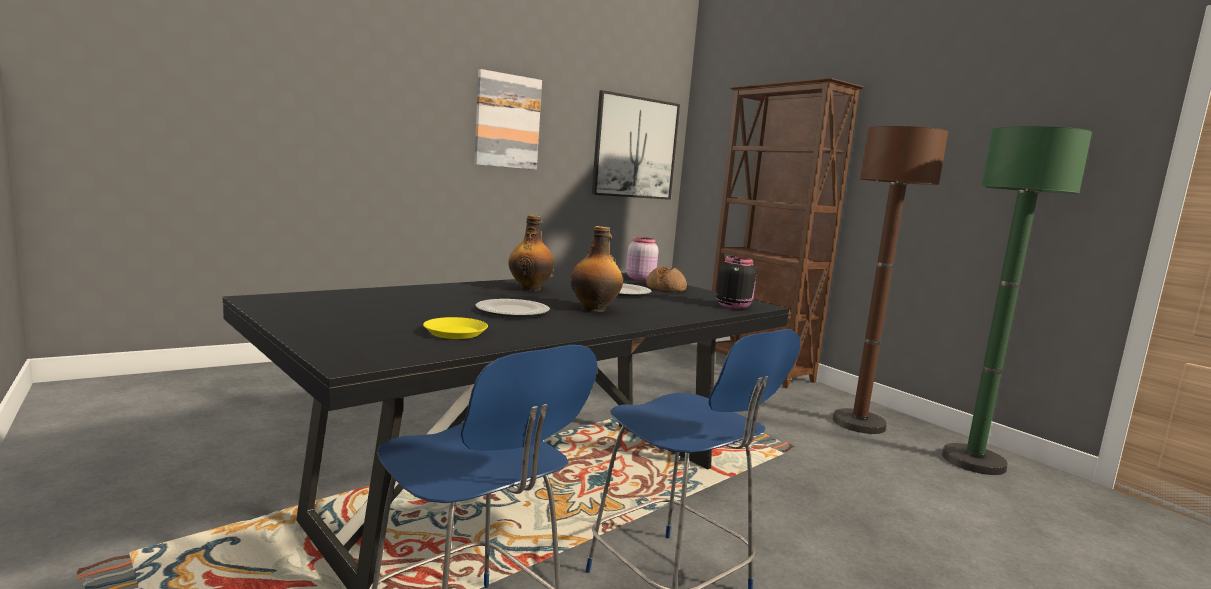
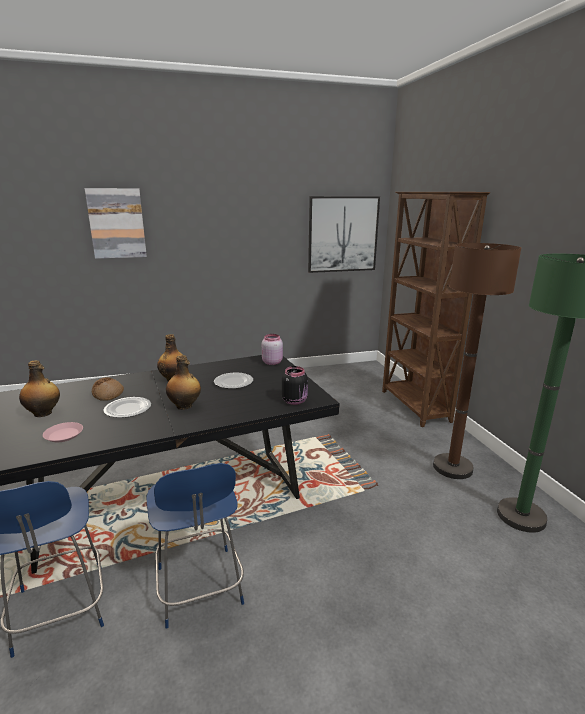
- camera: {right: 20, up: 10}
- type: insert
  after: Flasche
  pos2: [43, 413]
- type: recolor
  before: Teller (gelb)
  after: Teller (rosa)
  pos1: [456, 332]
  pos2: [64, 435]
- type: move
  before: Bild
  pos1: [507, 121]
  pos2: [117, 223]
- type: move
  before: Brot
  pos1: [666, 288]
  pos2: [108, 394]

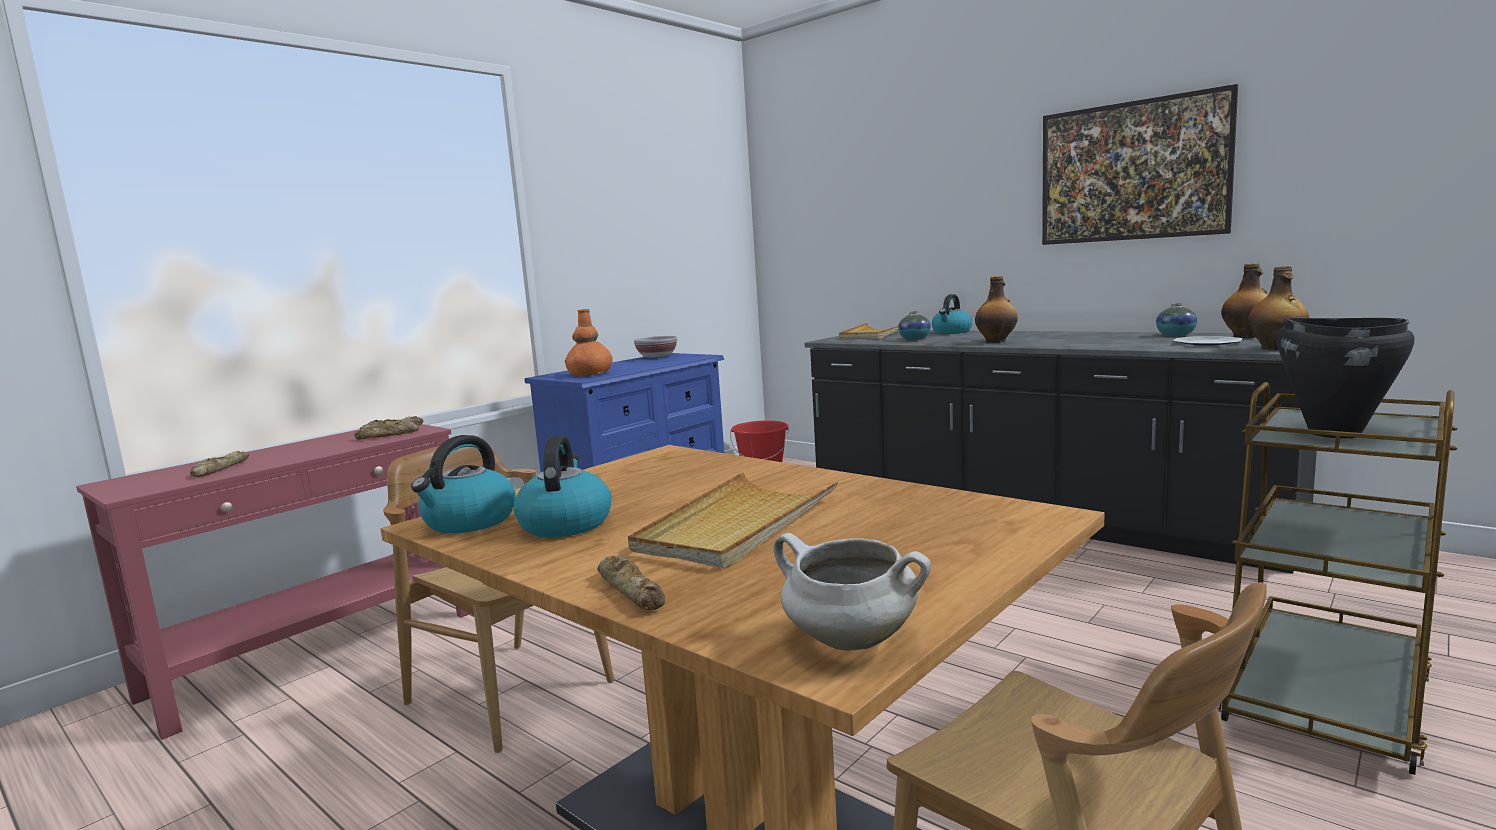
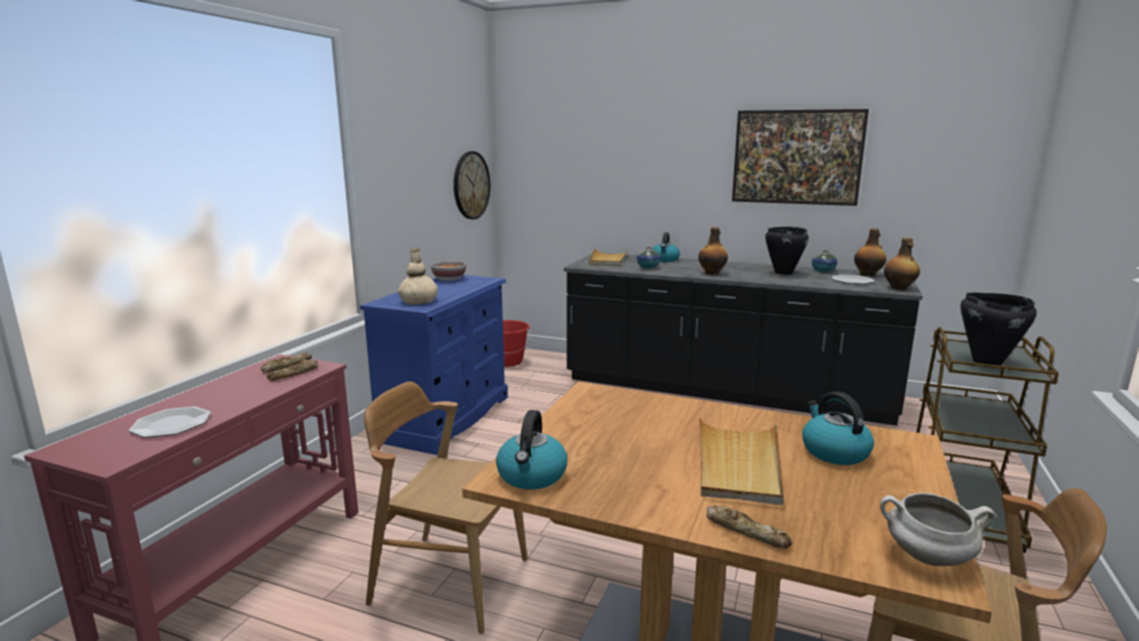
- camera: {right: -20, up: 5}
- type: replace
  before: Brot
  after: Teller
  pos1: [220, 469]
  pos2: [171, 424]
- type: recolor
  before: Vase (orange)
  after: Vase (beige)
  pos1: [590, 374]
  pos2: [419, 301]
- type: insert
  after: Wanduhr
  pos2: [471, 185]
- type: insert
  after: Kochtopf (schwarz)
  pos2: [783, 273]
- type: move
  before: Wasserkessel
  pos1: [565, 524]
  pos2: [834, 452]

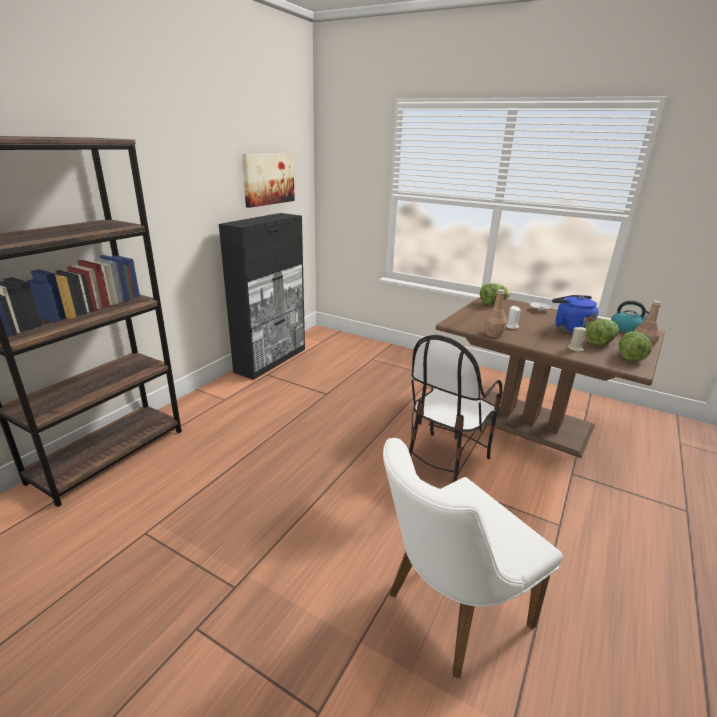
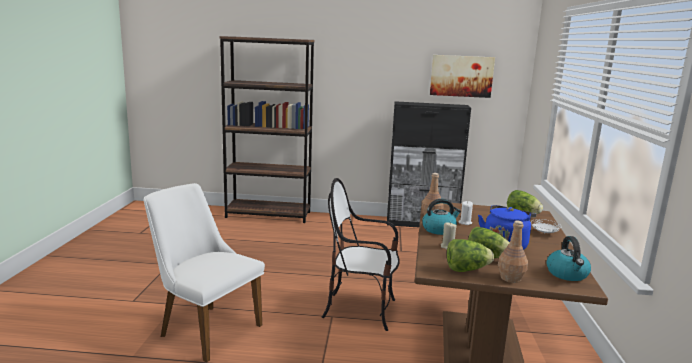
- camera: {right: 65, up: -10}
- type: insert
  after: Wasserkessel
  pos2: [439, 229]

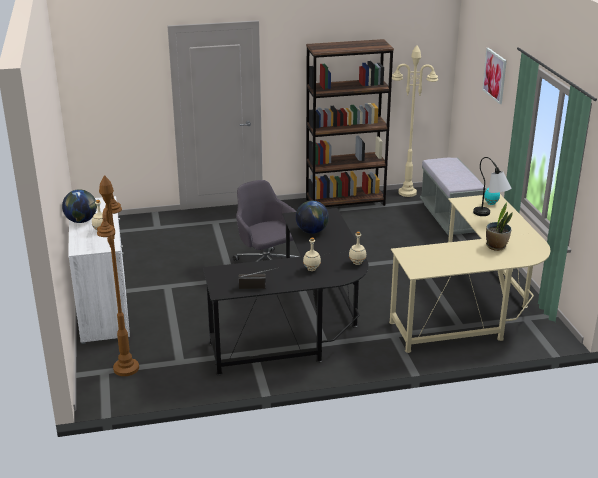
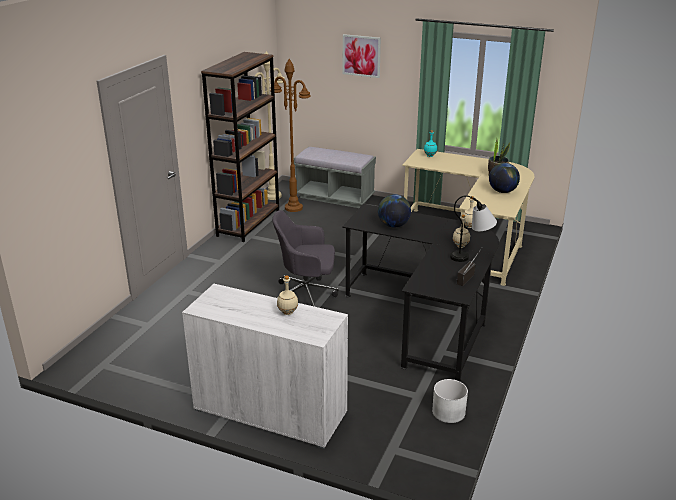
- camera: {right: -55, up: 0}
- type: move
  before: Stehlampe (braun)
  pos1: [126, 368]
  pos2: [293, 208]
- type: insert
  after: Pflanzkübel (weiß)
  pos2: [448, 412]
- type: move
  before: Tischlampe
  pos1: [490, 216]
  pos2: [472, 257]
- type: move
  before: Globus
  pos1: [81, 221]
  pos2: [502, 191]

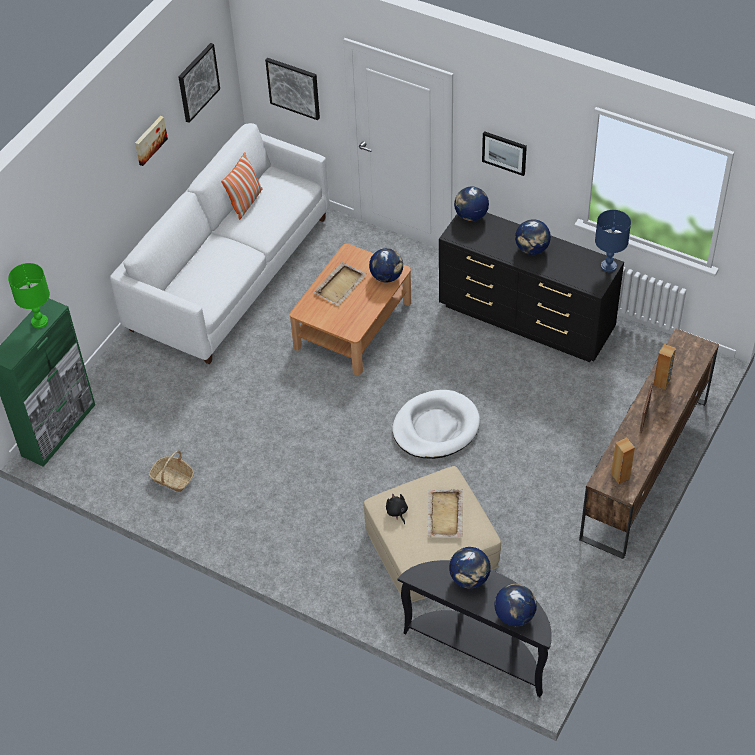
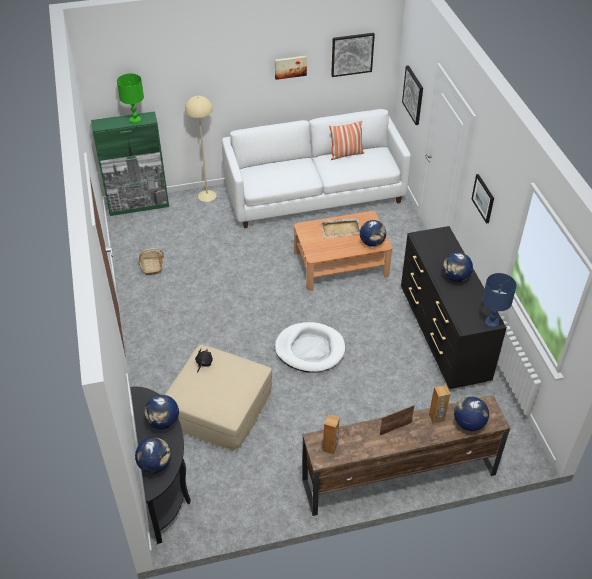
- camera: {right: 45, up: -5}
- type: insert
  after: Stehlampe (beige)
  pos2: [207, 195]
- type: move
  before: Globus
  pos1: [471, 216]
  pos2: [468, 423]
- type: delete
  before: Tablett (beige)
  pos1: [445, 515]

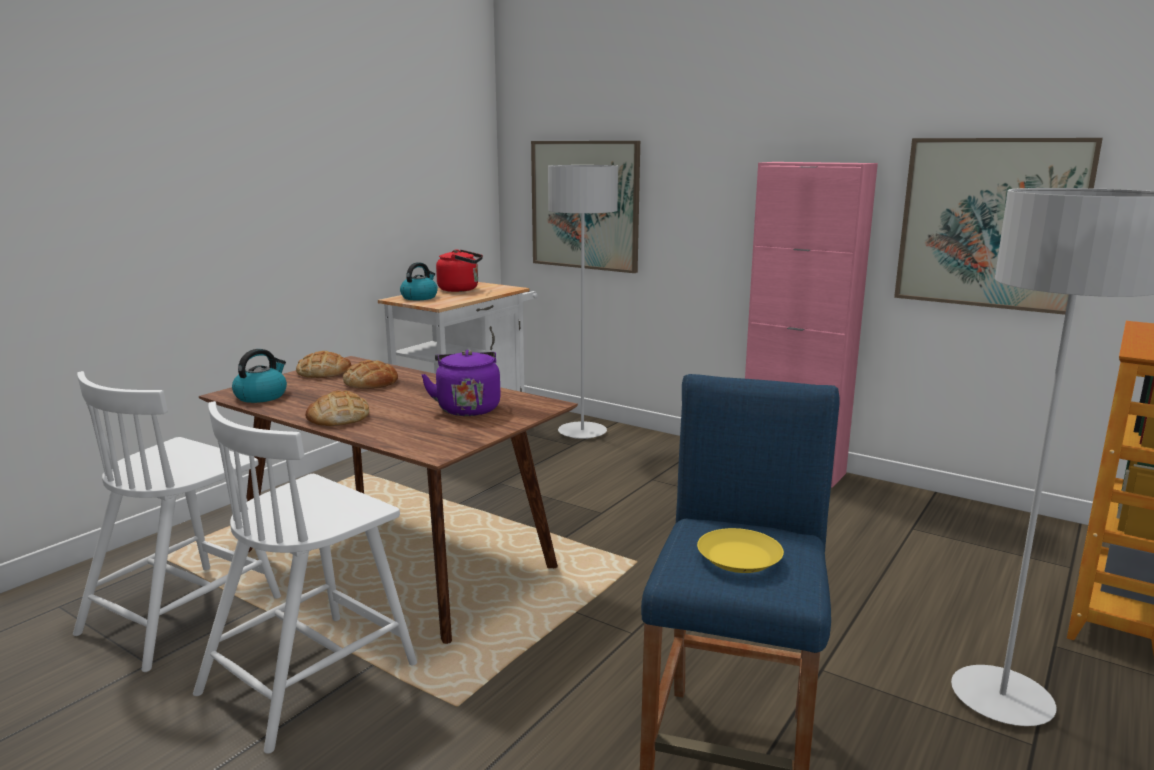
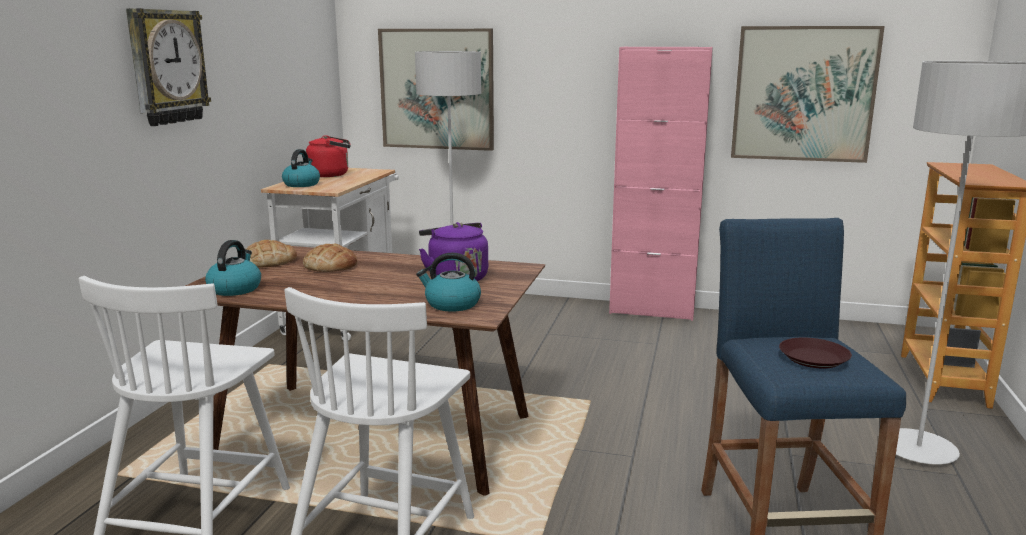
- camera: {right: -20, up: 0}
- type: insert
  after: Wanduhr
  pos2: [166, 67]
- type: insert
  after: Wasserkessel
  pos2: [451, 304]
- type: recolor
  before: Teller (gelb)
  after: Teller (braun)
  pos1: [739, 557]
  pos2: [813, 358]
- type: delete
  before: Brot
  pos1: [338, 417]

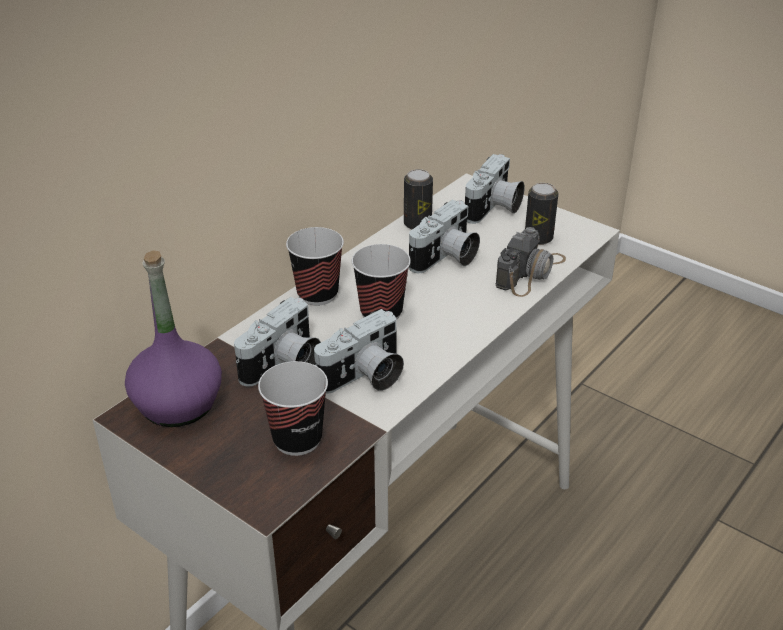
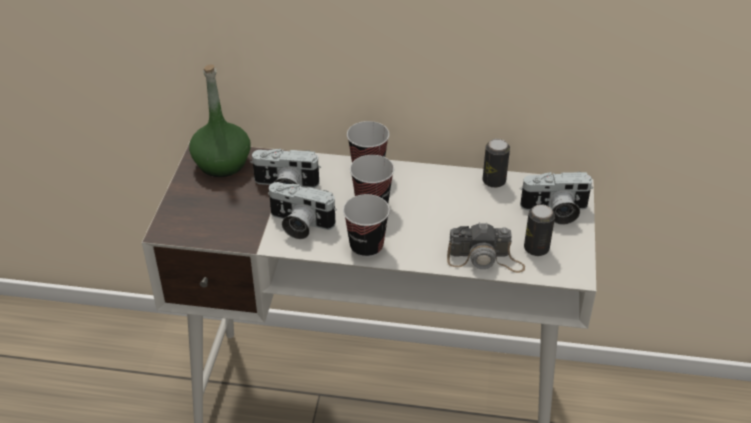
- camera: {right: 60, up: 5}
- type: recolor
  before: Flasche (lila)
  after: Flasche (grün)
  pos1: [178, 404]
  pos2: [222, 163]
- type: move
  before: Tasse
  pos1: [297, 439]
  pos2: [366, 247]
- type: delete
  before: Kamera
  pos1: [446, 258]

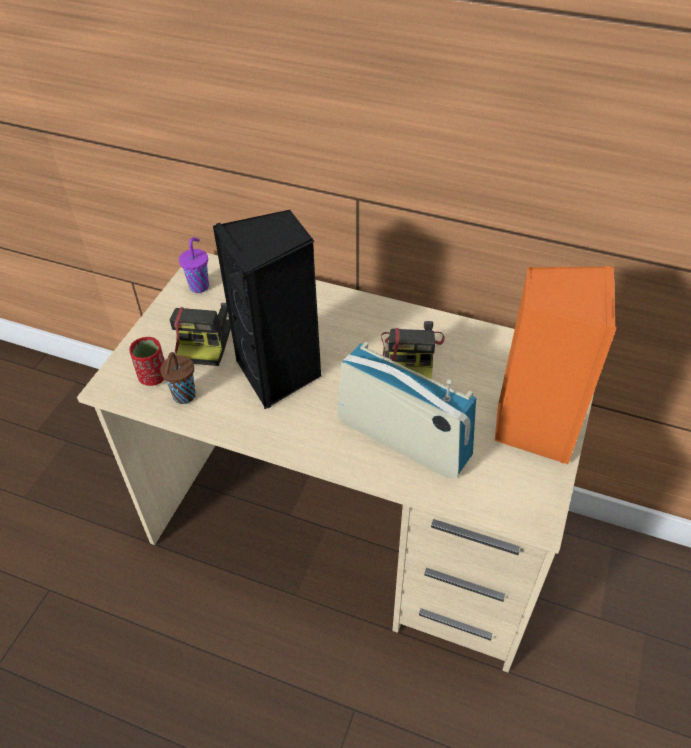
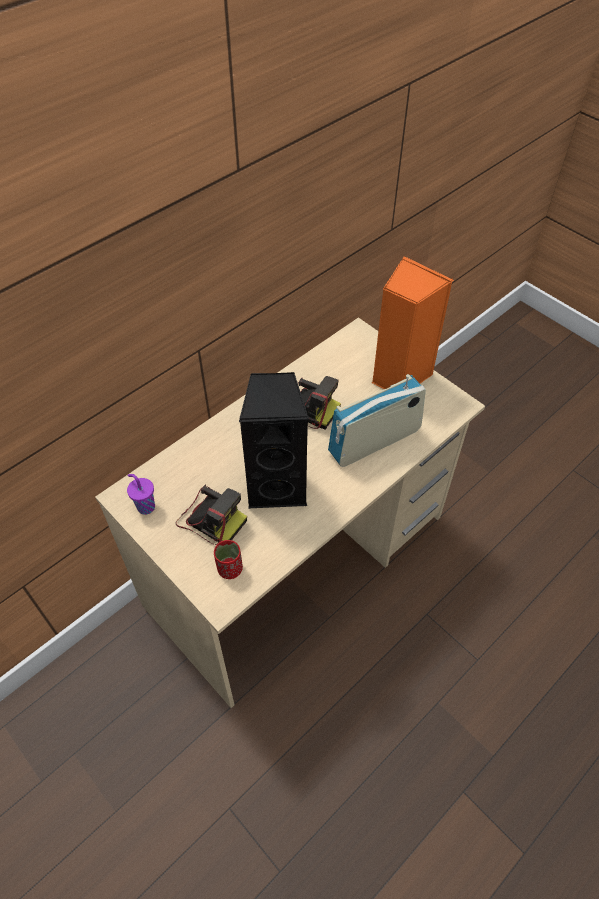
- camera: {right: -65, up: 5}
- type: delete
  before: Tasse (braun)
  pos1: [183, 397]

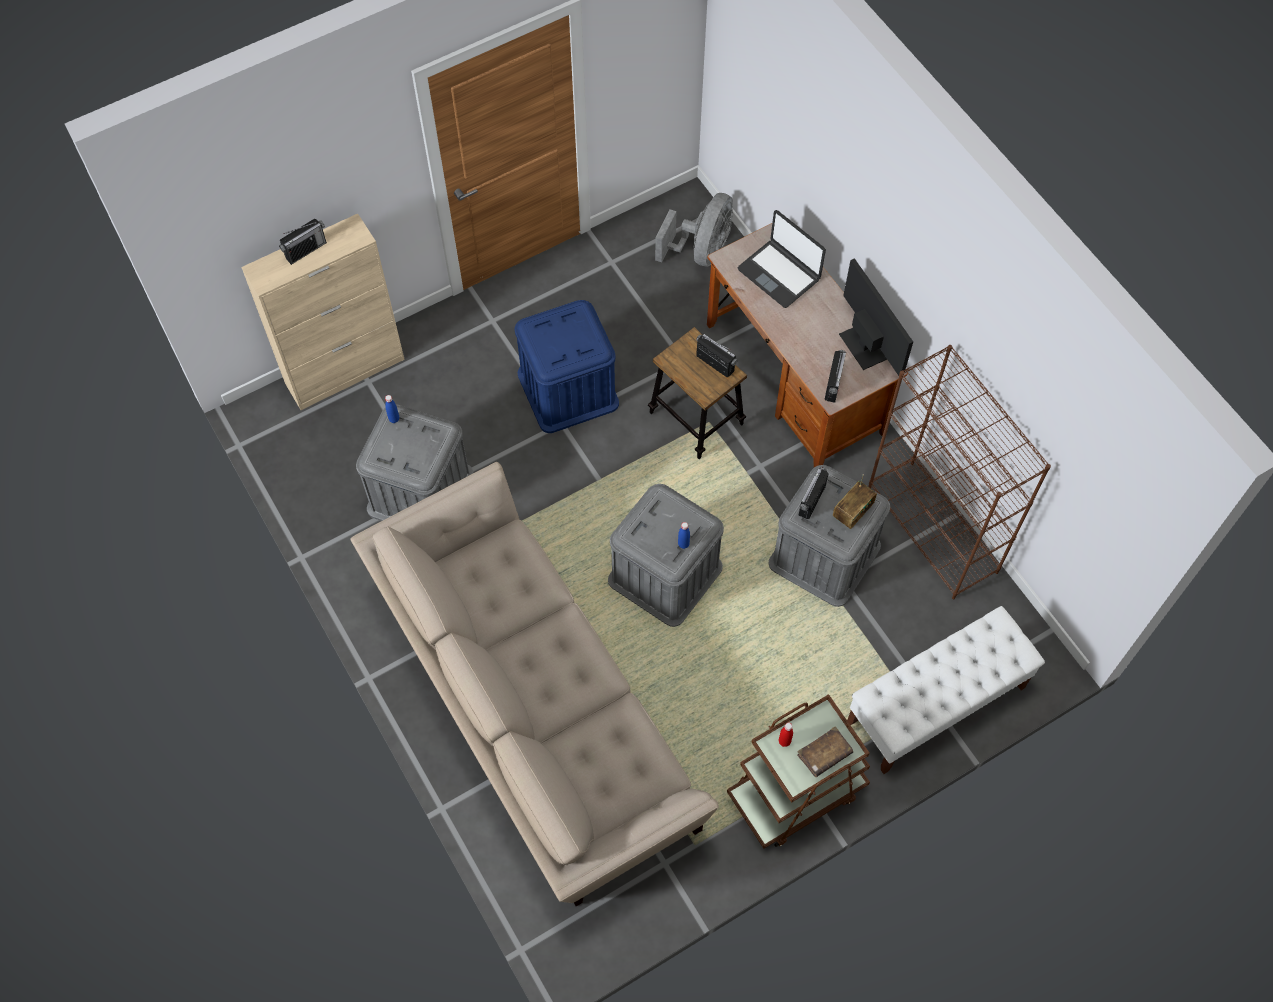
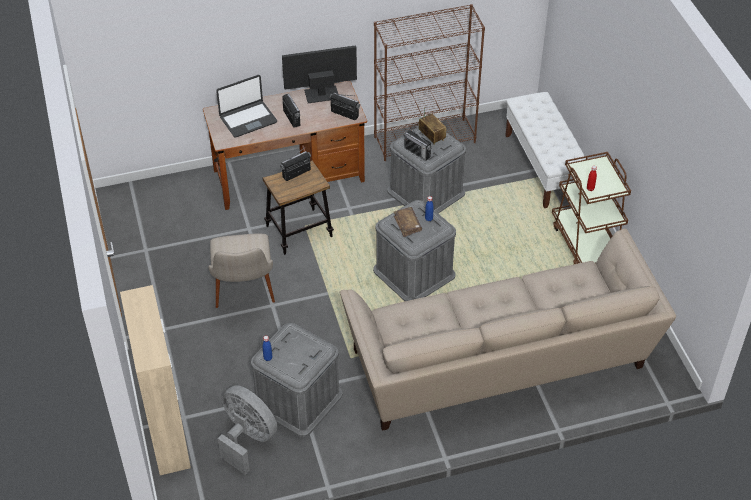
- camera: {right: -75, up: -15}
- type: replace
  before: Aufbewahrungsbox (blau)
  after: Stuhl (beige)
  pos1: [568, 389]
  pos2: [244, 296]
- type: move
  before: Ventilator (grau)
  pos1: [701, 251]
  pos2: [247, 439]
- type: move
  before: Radio
  pos1: [305, 250]
  pos2: [291, 118]
- type: move
  before: Buch (braun)
  pos1: [824, 754]
  pos2: [407, 224]

